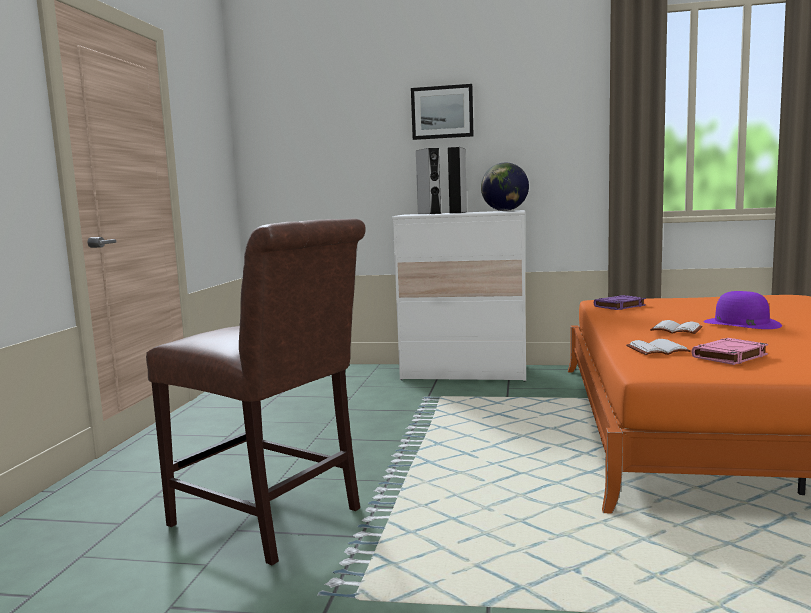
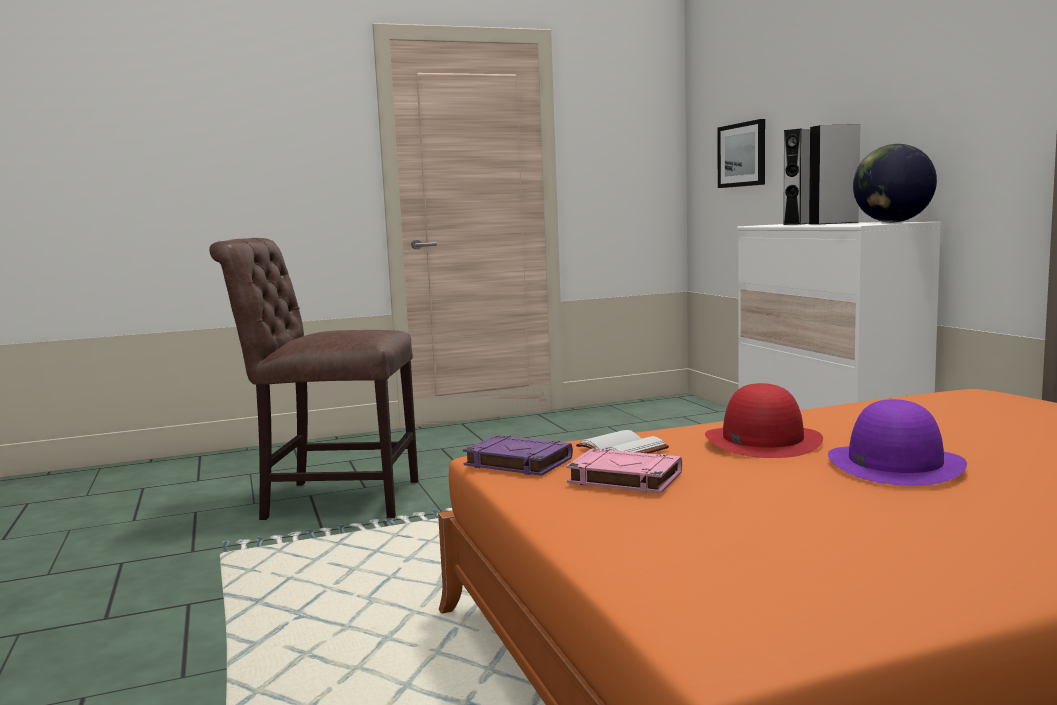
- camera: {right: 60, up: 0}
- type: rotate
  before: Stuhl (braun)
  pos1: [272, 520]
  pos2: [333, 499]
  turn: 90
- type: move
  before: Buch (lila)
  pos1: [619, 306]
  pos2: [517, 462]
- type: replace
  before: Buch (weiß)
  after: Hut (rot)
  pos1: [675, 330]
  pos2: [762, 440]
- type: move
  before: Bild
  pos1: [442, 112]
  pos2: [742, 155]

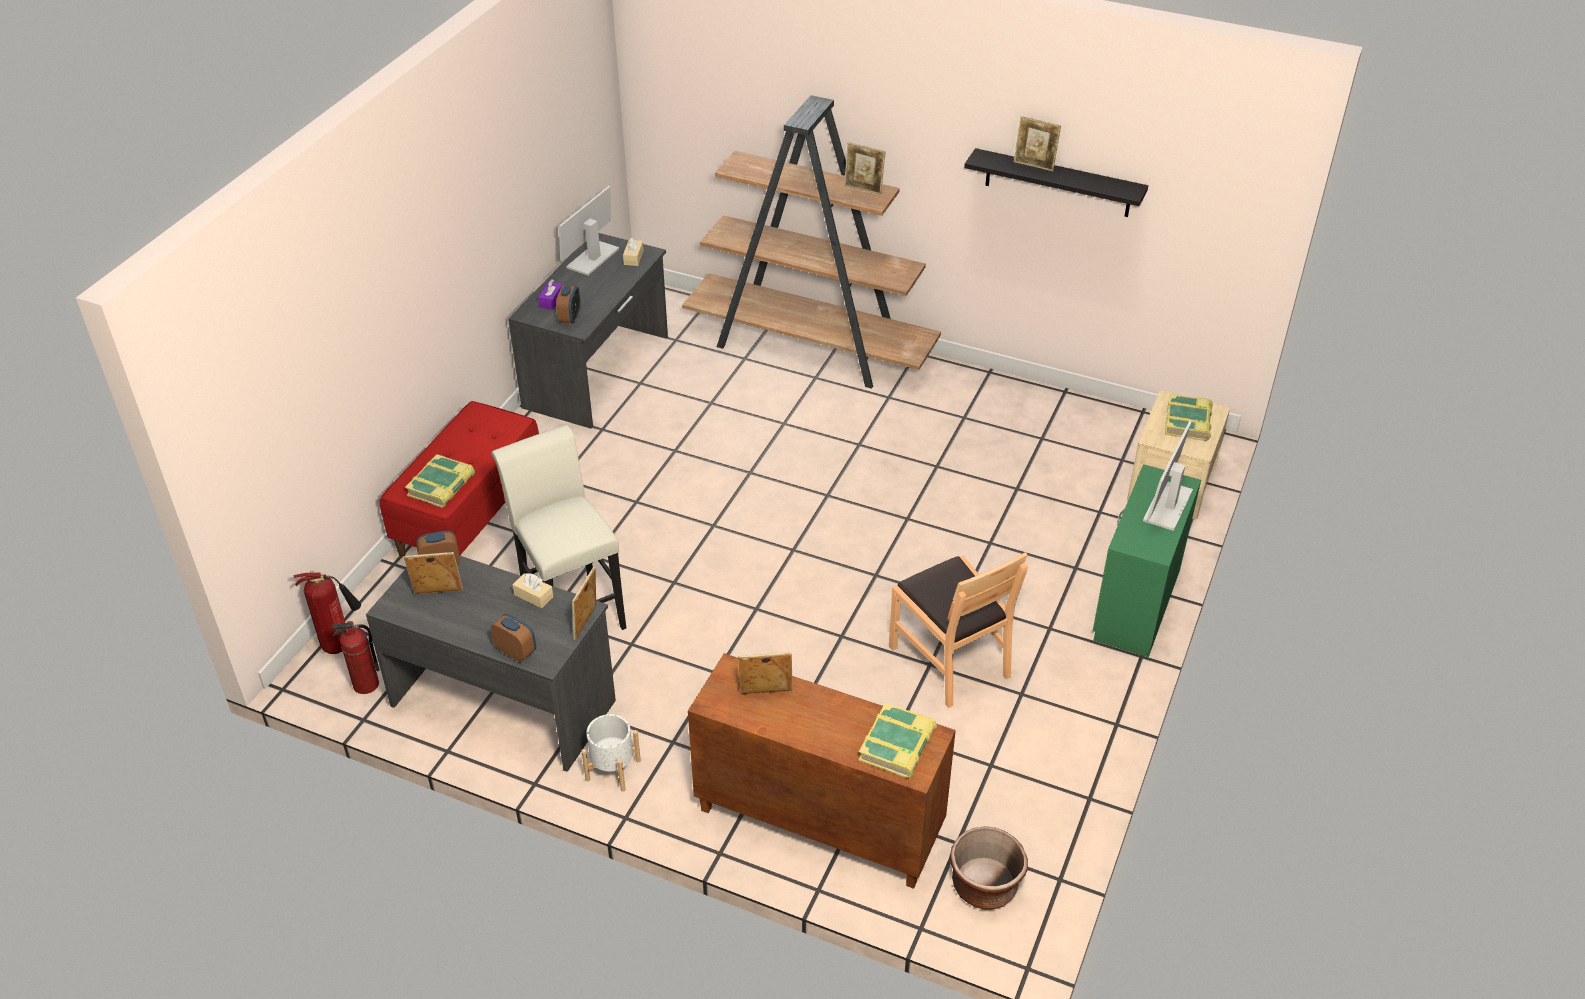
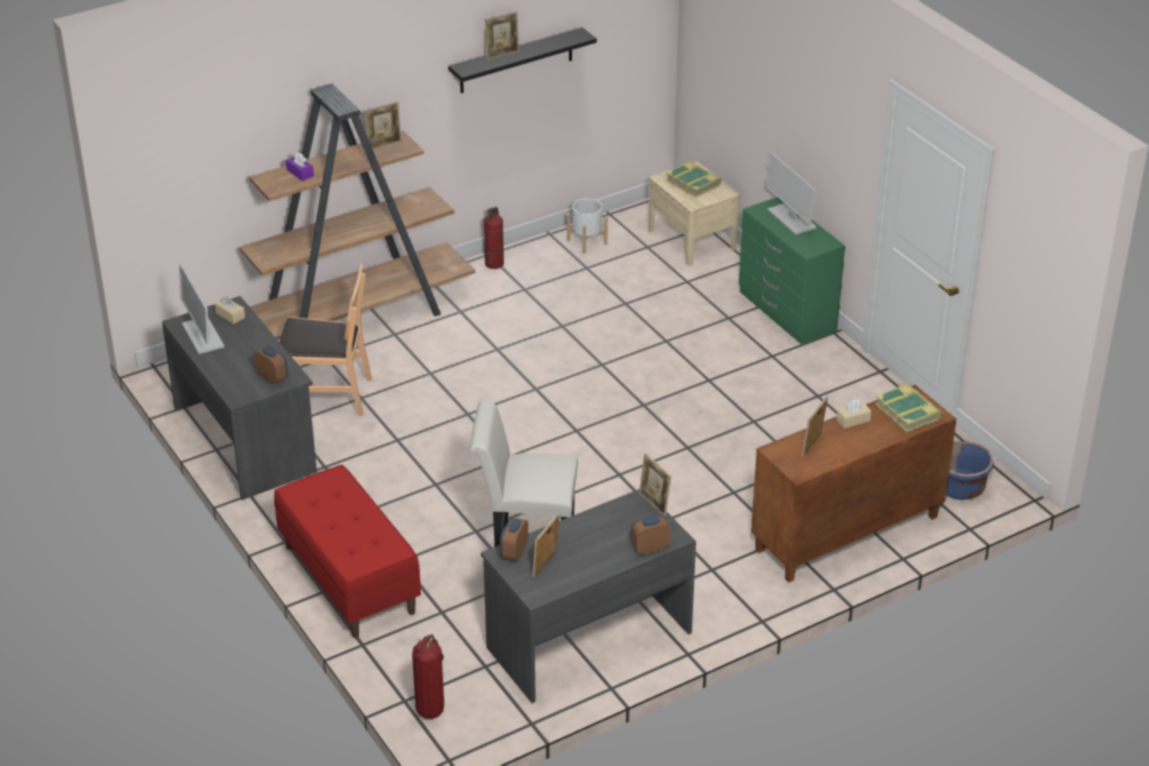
- camera: {right: -55, up: -5}
- type: move
  before: Stuhl (braun)
  pos1: [950, 660]
  pos2: [327, 395]
- type: move
  before: Taschentuchbox (lila)
  pos1: [551, 300]
  pos2: [300, 173]
- type: move
  before: Feuerlöscher
  pos1: [366, 685]
  pos2: [494, 264]
- type: move
  before: Pflanzkübel (weiß)
  pos1: [613, 770]
  pos2: [587, 242]
- type: move
  before: Taschentuchbox (beige)
  pos1: [533, 596]
  pos2: [853, 420]
- type: recolor
  before: Pflanzkübel (braun)
  after: Pflanzkübel (blau)
  pos1: [984, 886]
  pos2: [960, 487]
- type: delete
  before: Buch
  pos1: [442, 486]

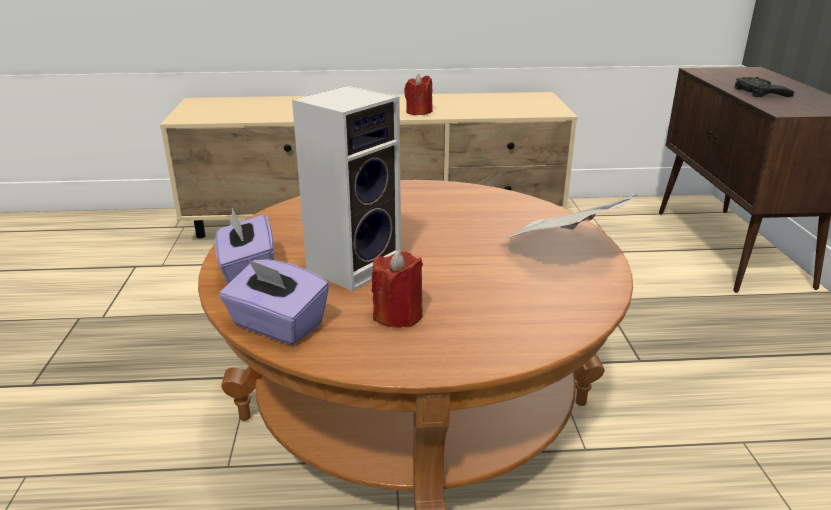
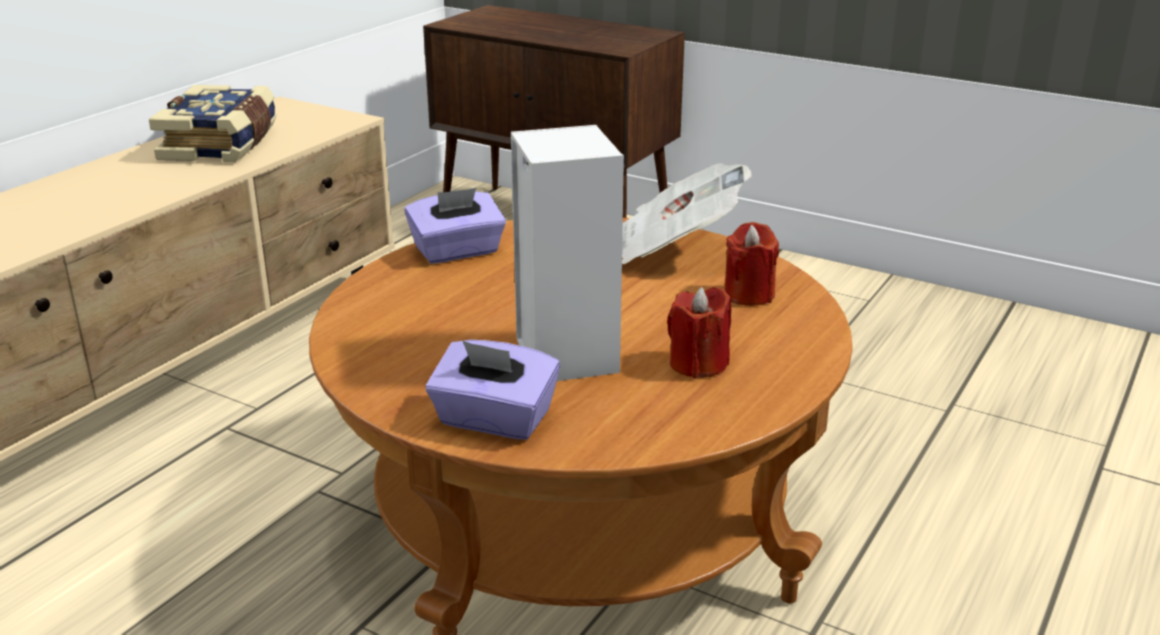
- camera: {right: -55, up: 0}
- type: insert
  after: Buch
  pos2: [222, 144]
- type: move
  before: Taschentuchbox (lila)
  pos1: [277, 325]
  pos2: [457, 252]
- type: move
  before: Kerze (rot)
  pos1: [418, 112]
  pos2: [749, 295]
- type: delete
  before: Gamepad (schwarz)
  pos1: [757, 92]

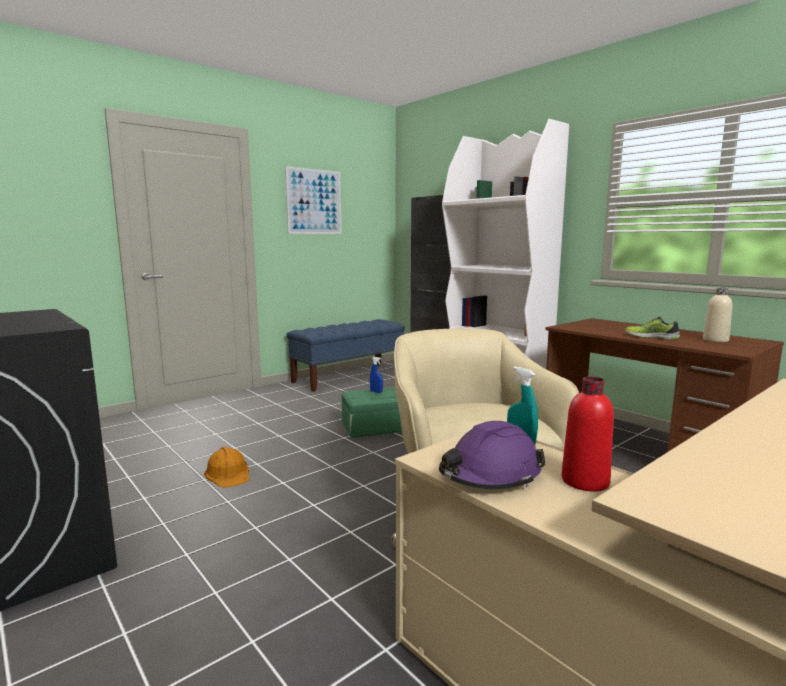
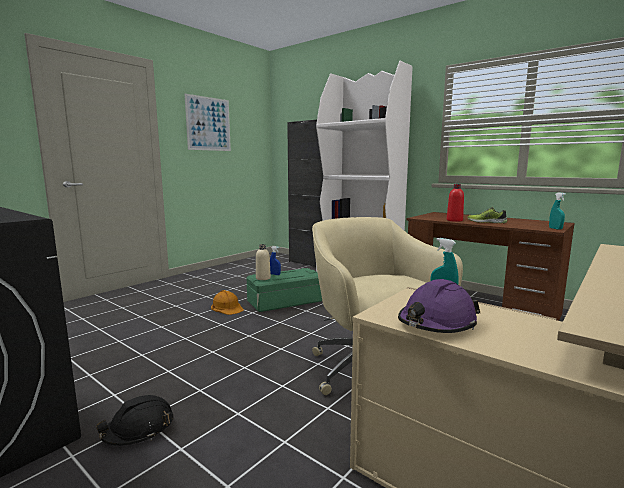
- camera: {right: -10, up: 0}
- type: insert
  after: Schutzhelm (schwarz)
  pos2: [139, 430]
- type: move
  before: Schutzhelm (orange)
  pos1: [228, 473]
  pos2: [227, 307]
- type: move
  before: Flasche (beige)
  pos1: [715, 340]
  pos2: [263, 278]
- type: move
  before: Flasche (rot)
  pos1: [585, 481]
  pos2: [454, 220]
- type: insert
  after: Sprühflasche (türkis)
  pos2: [555, 228]
- type: delete
  before: Bank (blau)
  pos1: [349, 377]

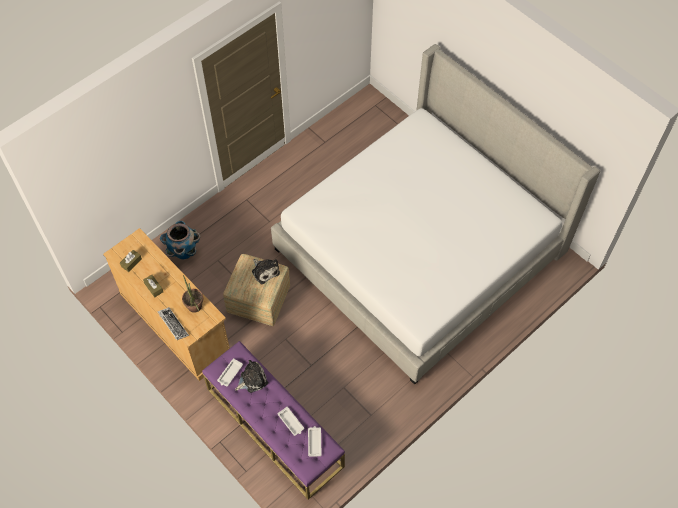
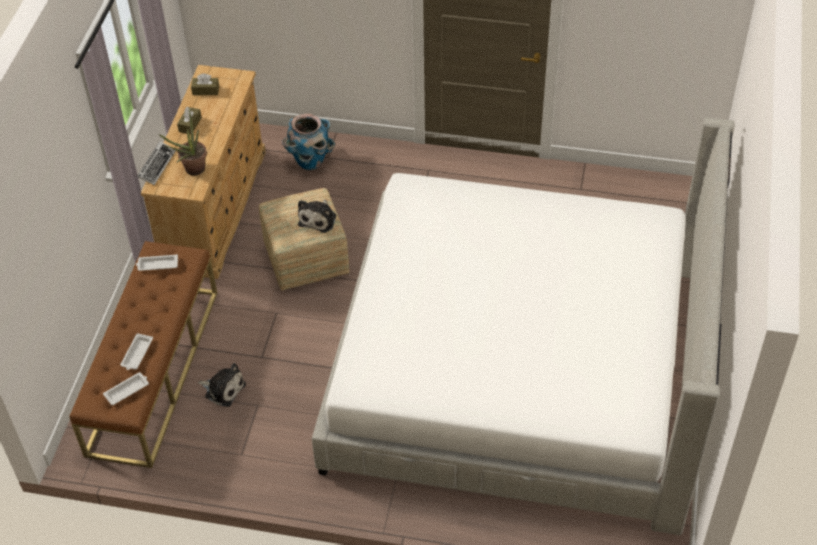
- camera: {right: 55, up: -10}
- type: recolor
  before: Bank (lila)
  after: Bank (braun)
  pos1: [274, 427]
  pos2: [153, 370]
- type: move
  before: Plüschtier
  pos1: [252, 379]
  pos2: [223, 389]

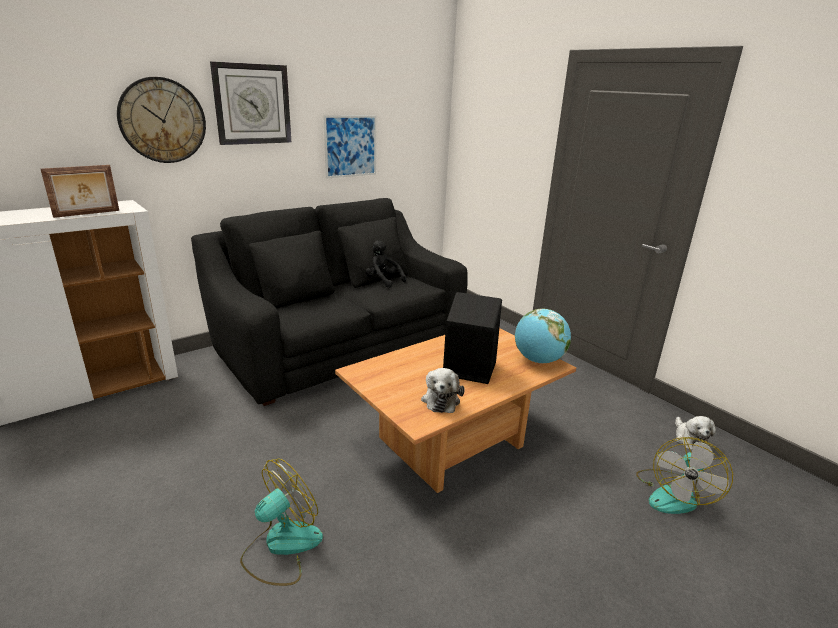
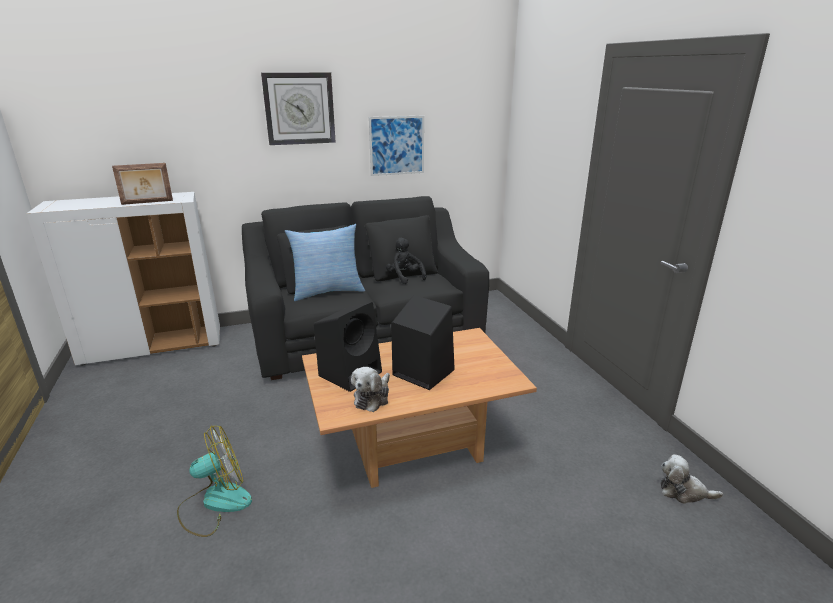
- camera: {right: 20, up: 0}
- type: insert
  after: Kissen
  pos2: [327, 291]
- type: insert
  after: Lautsprecher (schwarz)
  pos2: [351, 373]
- type: rotate
  before: Plüschtier
  pos1: [689, 439]
  pos2: [683, 492]
  turn: 90
- type: delete
  before: Wanduhr
  pos1: [162, 120]
- type: delete
  before: Globus
  pos1: [538, 360]
- type: delete
  before: Ventilator
  pos1: [673, 494]

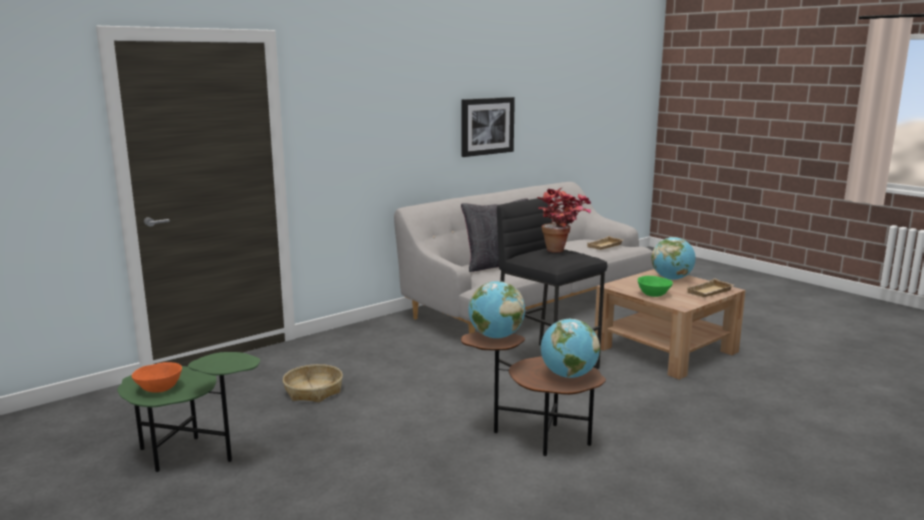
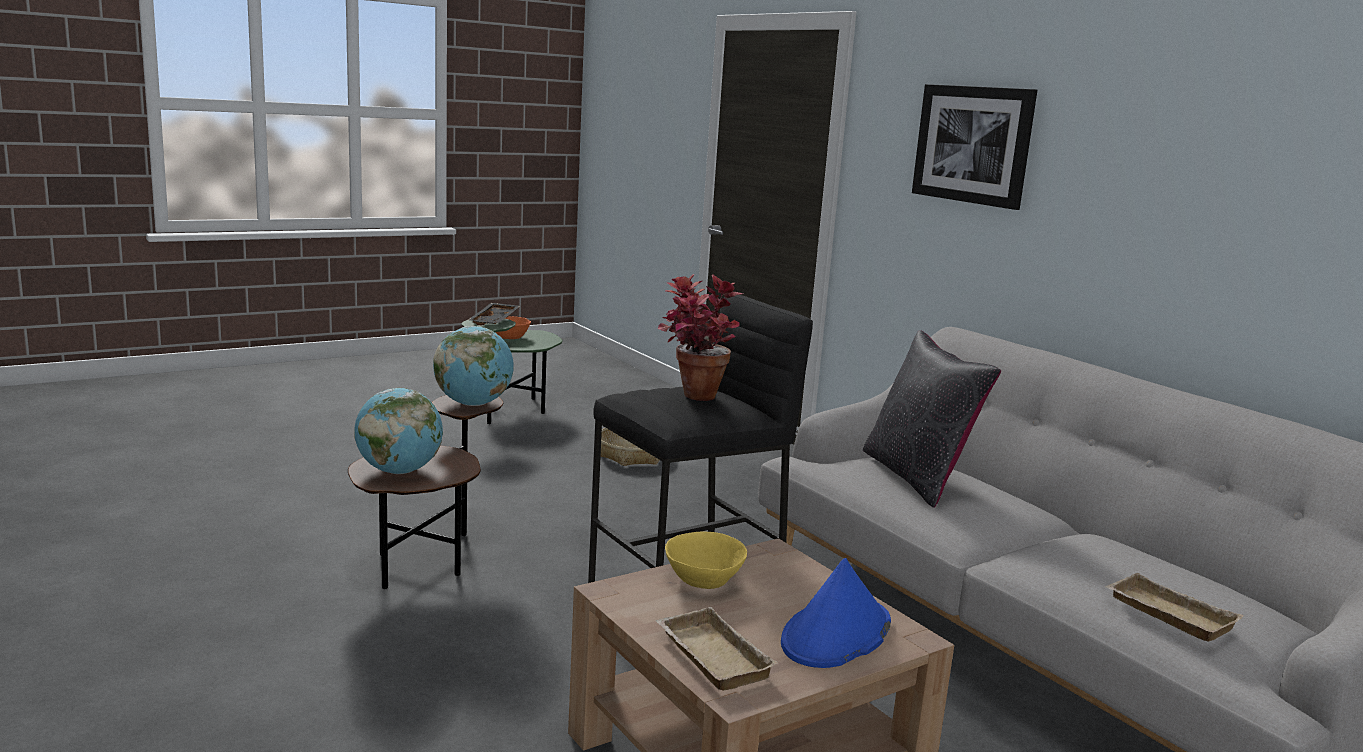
- camera: {right: 95, up: 0}
- type: insert
  after: Tablett (schwarz)
  pos2: [495, 321]
- type: recolor
  before: Schüssel (grün)
  after: Schüssel (gelb)
  pos1: [654, 294]
  pos2: [702, 581]
- type: replace
  before: Globus
  after: Hut (blau)
  pos1: [671, 279]
  pos2: [836, 634]
- type: move
  before: Bild
  pos1: [487, 126]
  pos2: [973, 144]

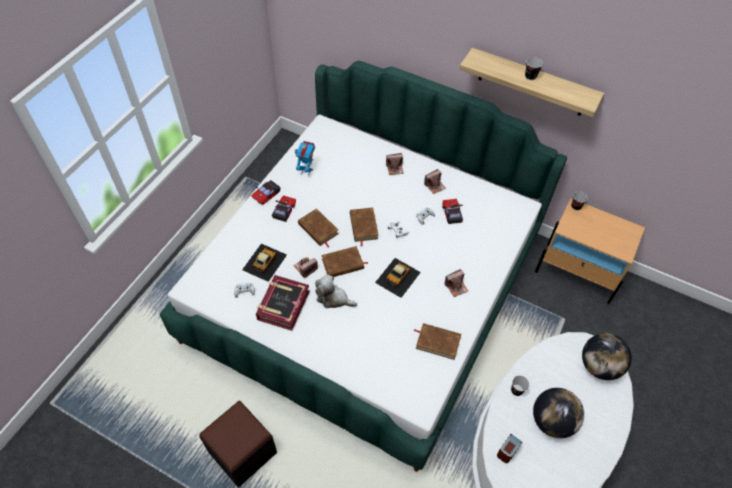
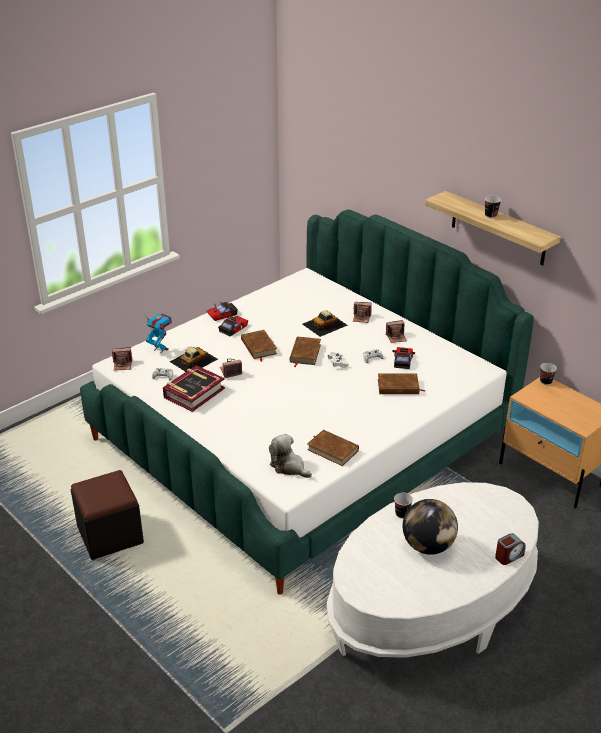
- camera: {right: 20, up: -20}
- type: move
  before: Kamera
  pos1: [456, 287]
  pos2: [123, 365]
- type: move
  before: Spielzeugroboter
  pos1: [306, 171]
  pos2: [160, 349]
- type: move
  before: Plüschtier
  pos1: [333, 298]
  pos2: [289, 467]
- type: move
  before: Spielzeugauto
  pos1: [398, 277]
  pos2: [325, 324]
- type: move
  before: Buch (braun)
  pos1: [343, 264]
  pos2: [398, 387]
- type: move
  before: Wecker
  pos1: [507, 451]
  pos2: [509, 556]
- type: delete
  before: Globus
  pos1: [599, 366]

